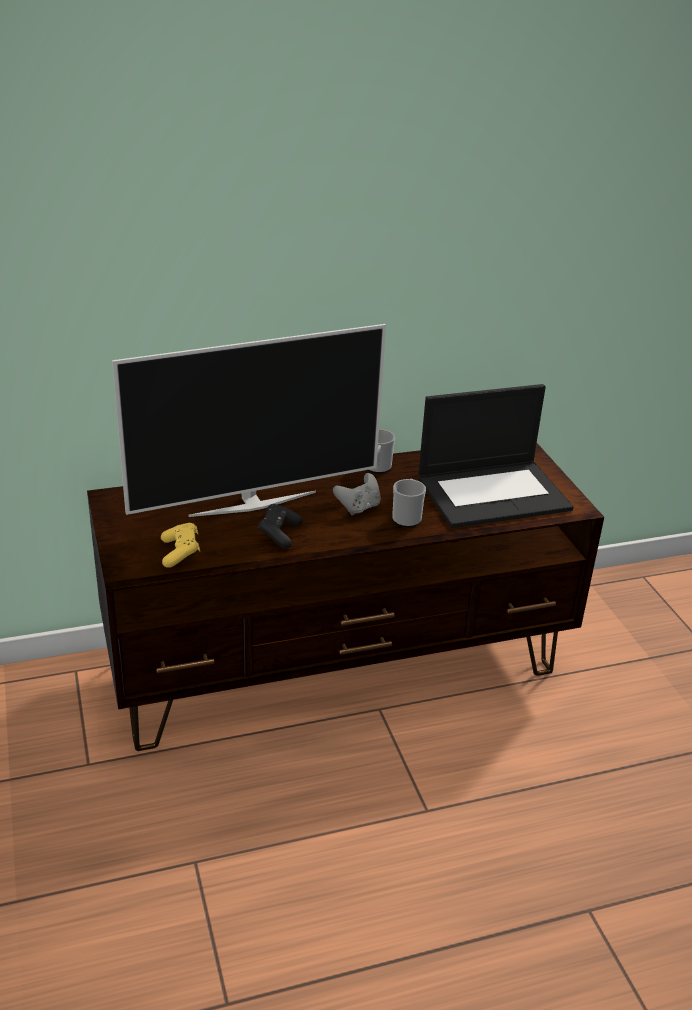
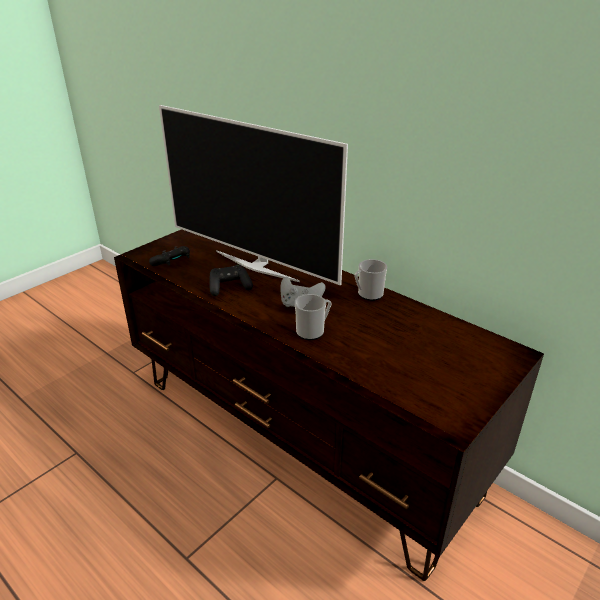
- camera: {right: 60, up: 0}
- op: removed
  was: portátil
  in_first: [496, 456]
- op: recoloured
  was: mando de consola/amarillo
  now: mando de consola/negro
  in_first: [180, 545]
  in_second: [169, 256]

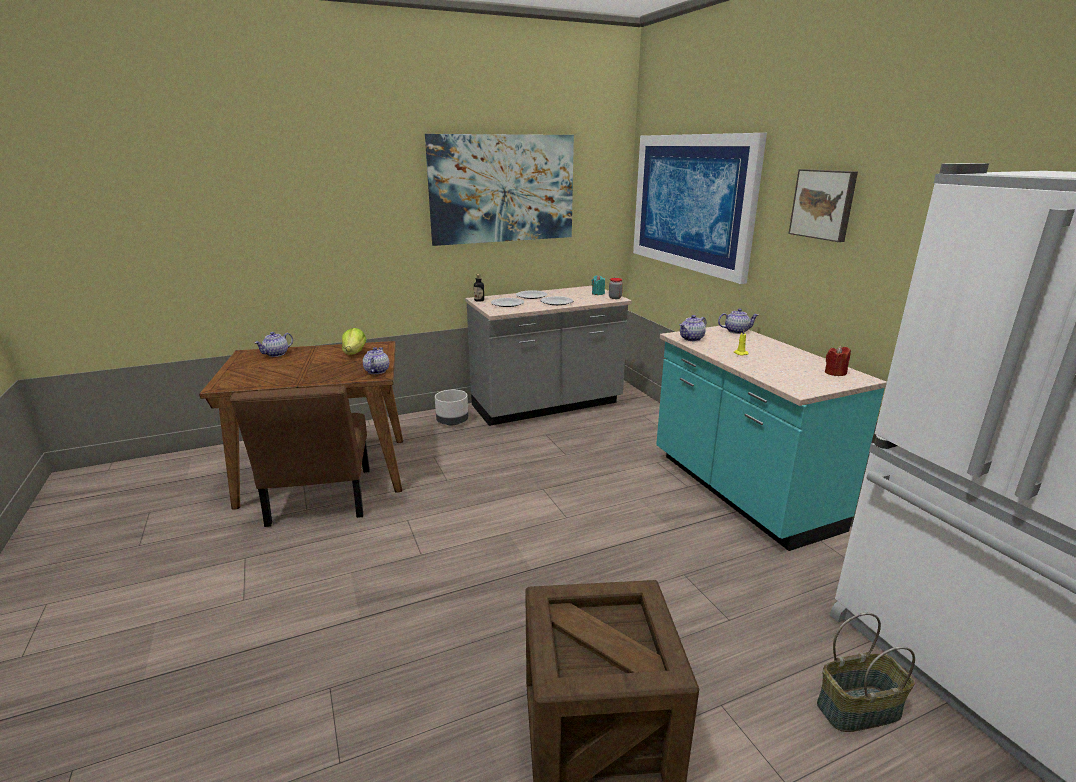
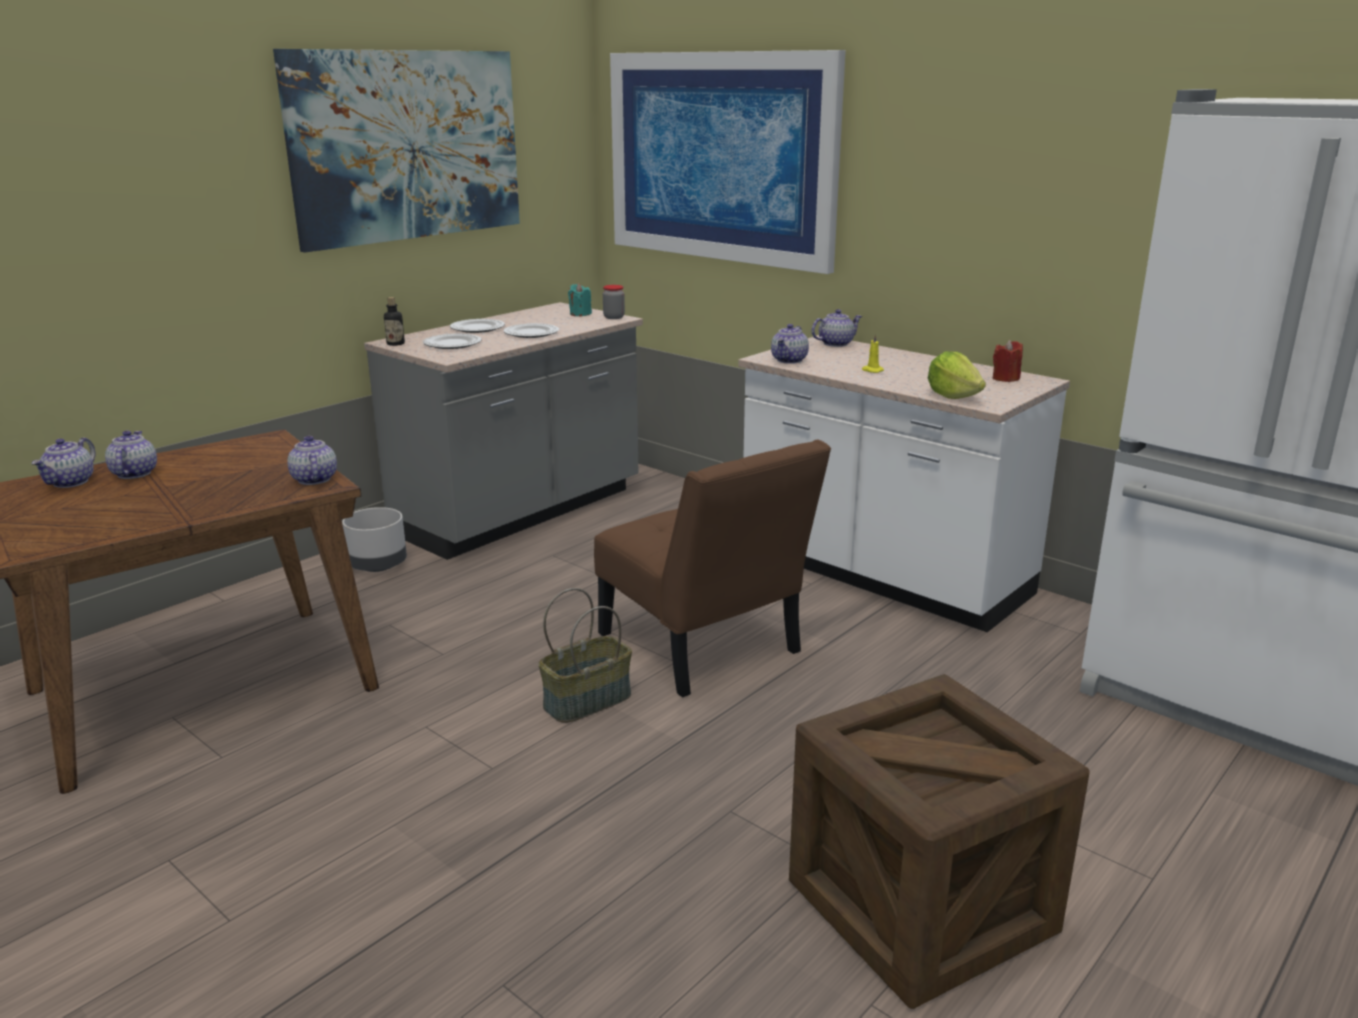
- camera: {right: -25, up: 0}
- op: removed
  was: cuadro
  in_first: [823, 205]
- op: recoloured
  was: mueble bajo de cocina/turquesa
  now: mueble bajo de cocina/blanco
  in_first: [771, 438]
  in_second: [904, 483]
- op: moved
  was: lechuga
  in_first: [354, 341]
  in_second: [957, 375]
- op: moved
  was: silla/marrón
  in_first: [300, 456]
  in_second: [712, 568]
- op: moved
  was: cesta
  in_first: [866, 672]
  in_second: [585, 655]
- op: added
  now: tetera
  in_second: [131, 455]

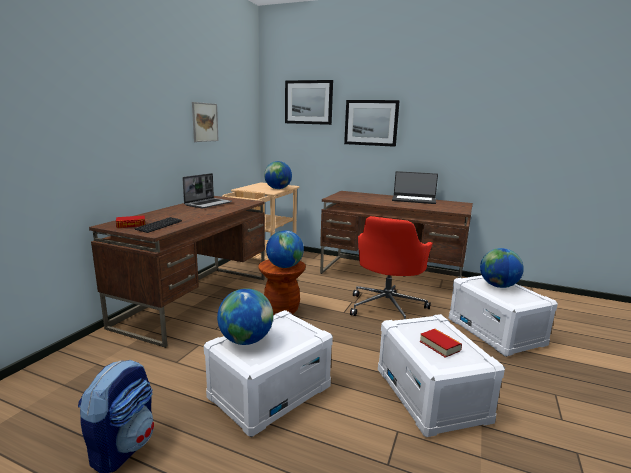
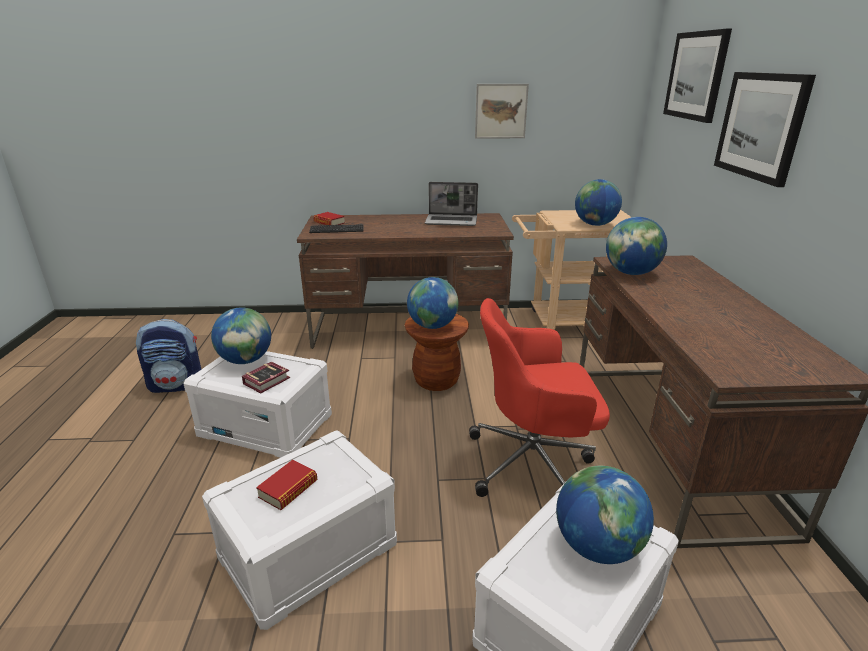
- camera: {right: 65, up: 10}
- op: removed
  was: portátil
  in_first: [415, 187]
- op: added
  now: globo terráqueo
  in_second: [636, 246]
- op: added
  now: libro
  in_second: [266, 377]

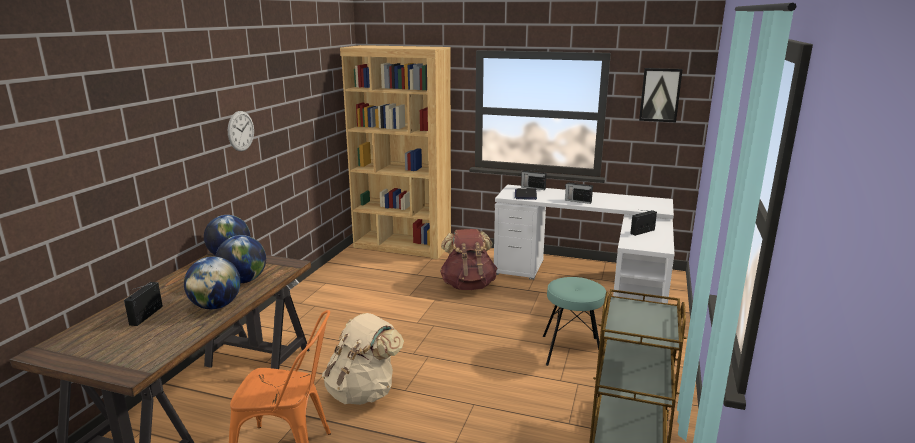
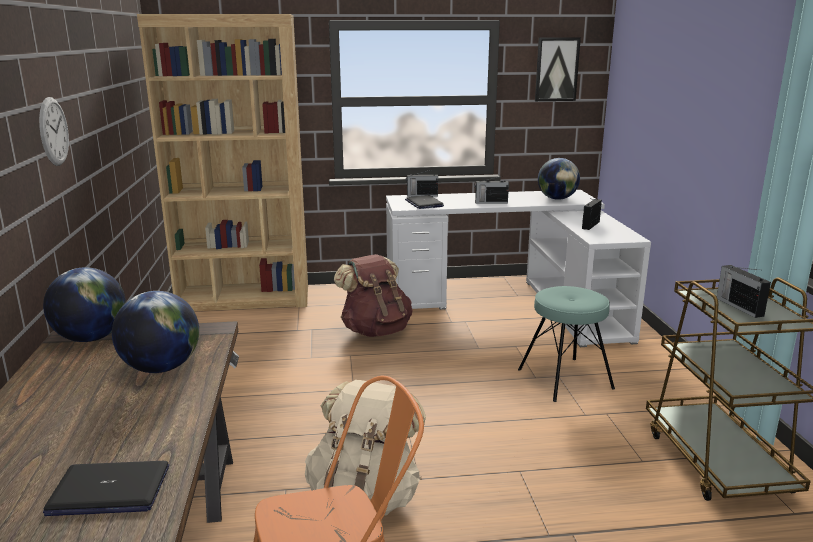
- camera: {right: -25, up: 0}
- op: moved
  was: globo terráqueo
  in_first: [212, 283]
  in_second: [559, 179]
- op: moved
  was: radio
  in_first: [143, 304]
  in_second: [744, 291]
- op: added
  now: portátil
  in_second: [106, 488]

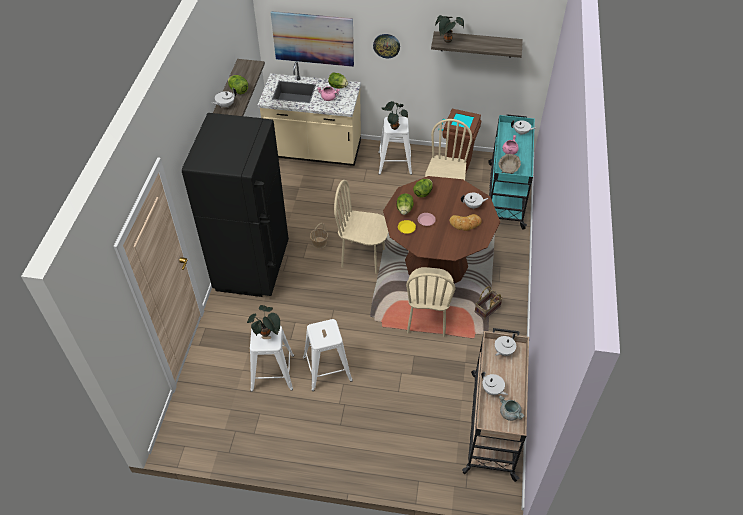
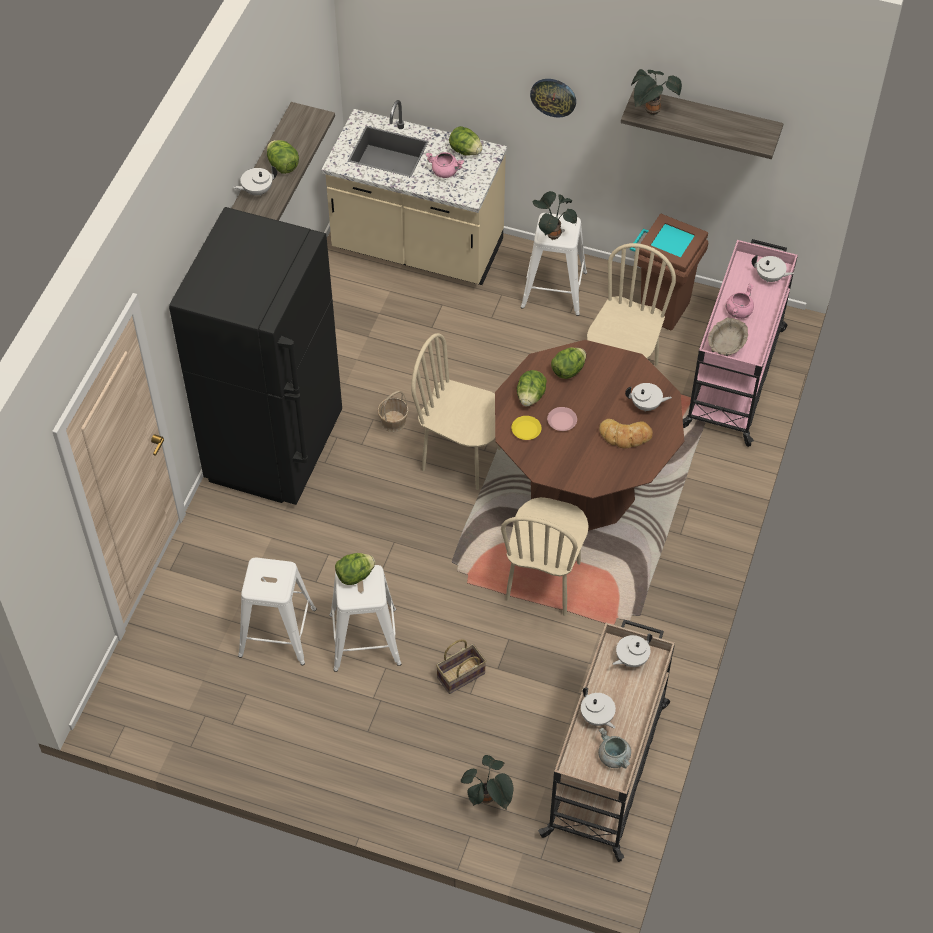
- camera: {right: 10, up: 5}
- op: removed
  was: cuadro
  in_first: [312, 39]
- op: recoloured
  was: carrito/turquesa
  now: carrito/rosa
  in_first: [511, 172]
  in_second: [740, 343]
- op: moved
  was: cesta
  in_first: [489, 303]
  in_second: [461, 666]
- op: moved
  was: planta en maceta
  in_first: [263, 321]
  in_second: [487, 782]
- op: added
  now: lechuga
  in_second: [355, 569]

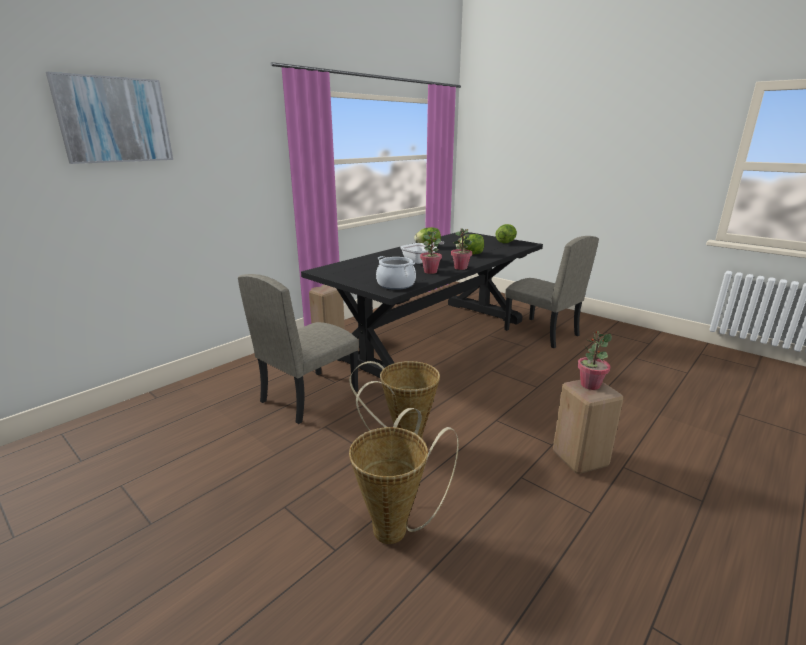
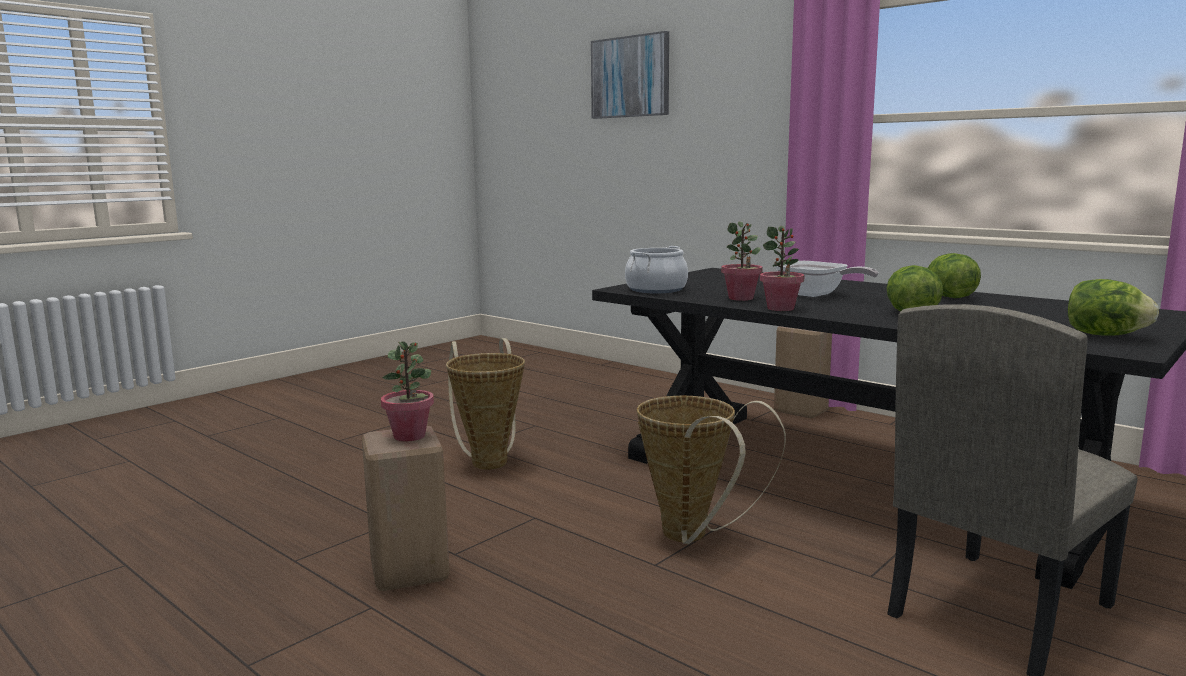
- camera: {right: 90, up: -10}
- op: removed
  was: silla/beis
  in_first: [298, 349]
- op: moved
  was: cesta
  in_first: [404, 476]
  in_second: [711, 470]

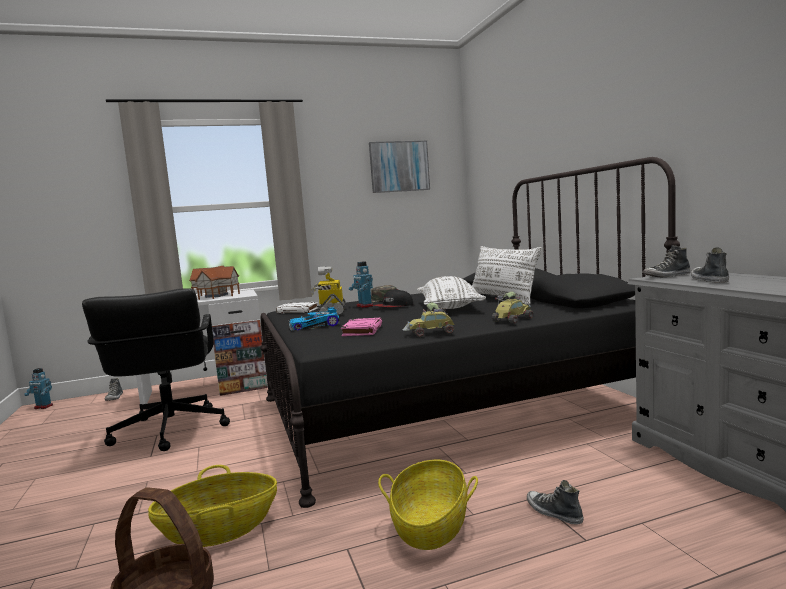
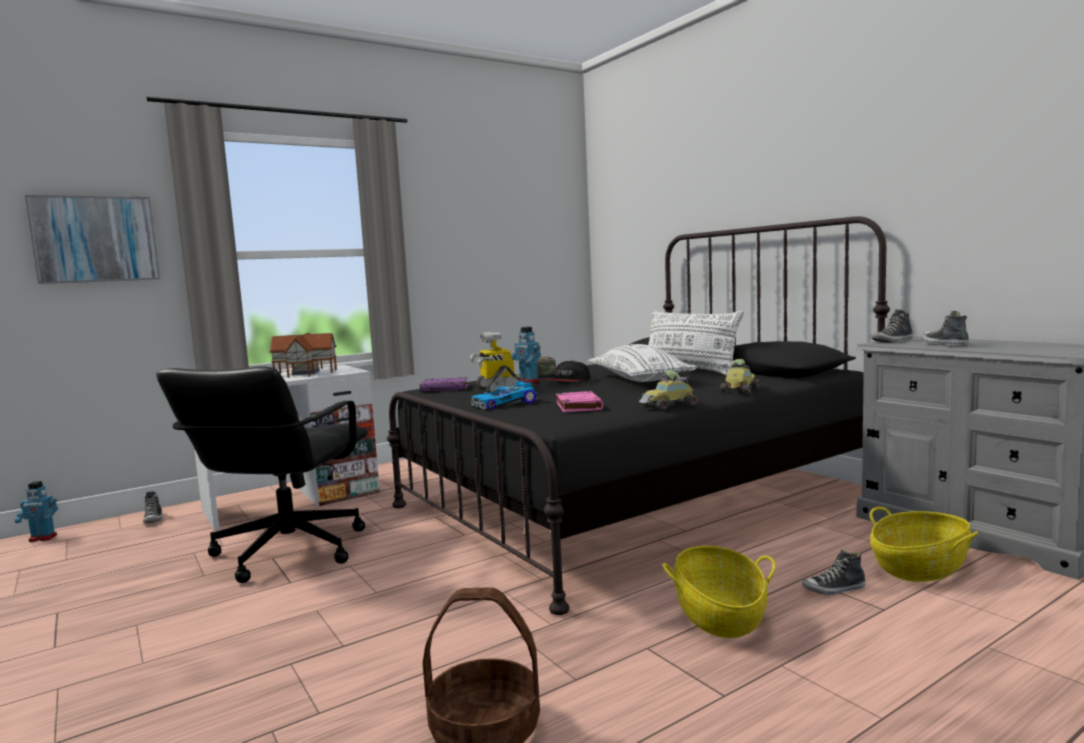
- camera: {right: -15, up: 0}
- op: moved
  was: cuadro
  in_first: [399, 167]
  in_second: [92, 239]
- op: turned
  was: silla de oficina/negro
  in_first: [156, 369]
  in_second: [262, 474]
  clockwise: 45
- op: recoloured
  was: libro/blanco
  now: libro/morado
  in_first: [297, 307]
  in_second: [444, 384]
- op: moved
  was: cesta
  in_first: [212, 506]
  in_second: [924, 544]
- op: turned
  was: zapato
  in_first: [555, 502]
  in_second: [834, 572]
  clockwise: -45

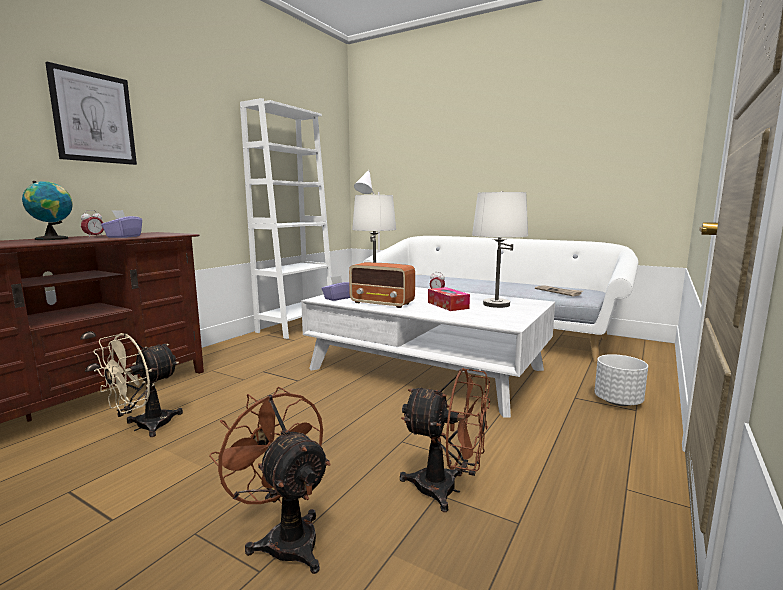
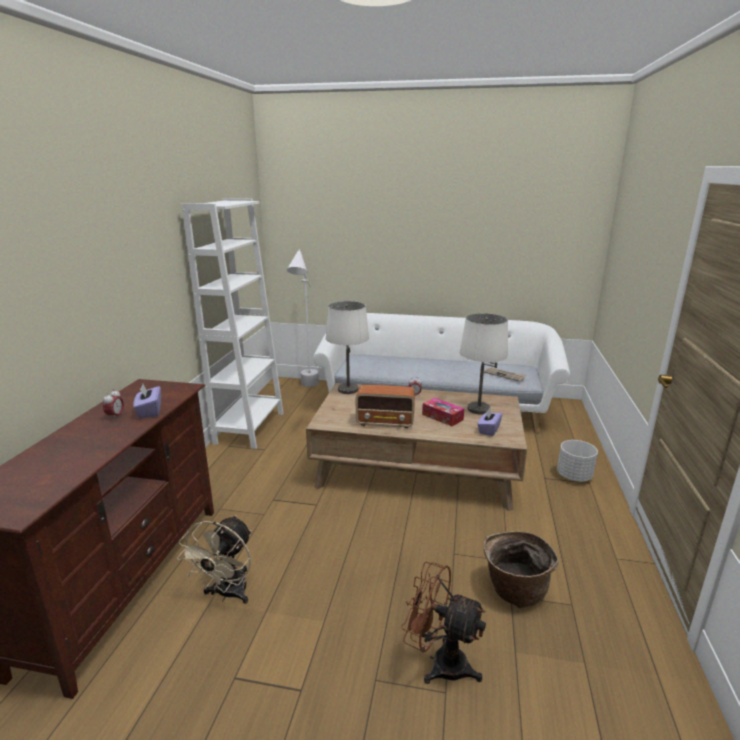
- camera: {right: -20, up: 10}
- op: removed
  was: cuadro
  in_first: [91, 113]
- op: removed
  was: globo terráqueo
  in_first: [47, 210]
- op: moved
  was: caja de pañuelos/morado
  in_first: [336, 288]
  in_second: [489, 422]
- op: recoloured
  was: mesa de centro/blanco
  now: mesa de centro/marrón
  in_first: [428, 352]
  in_second: [416, 447]
- op: replaced
  was: ventilador/marrón
  now: cesta
  in_first: [445, 440]
  in_second: [521, 569]

